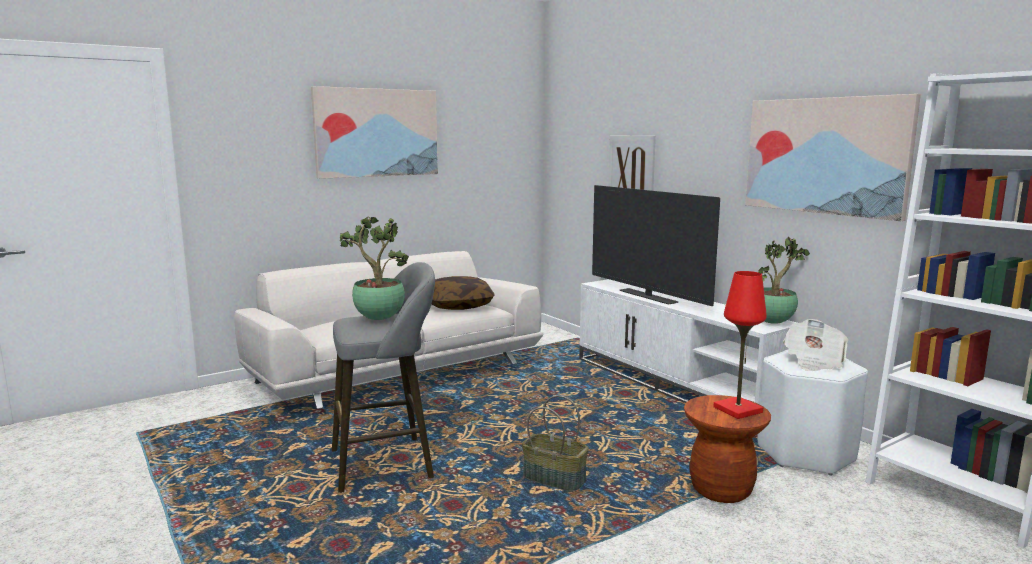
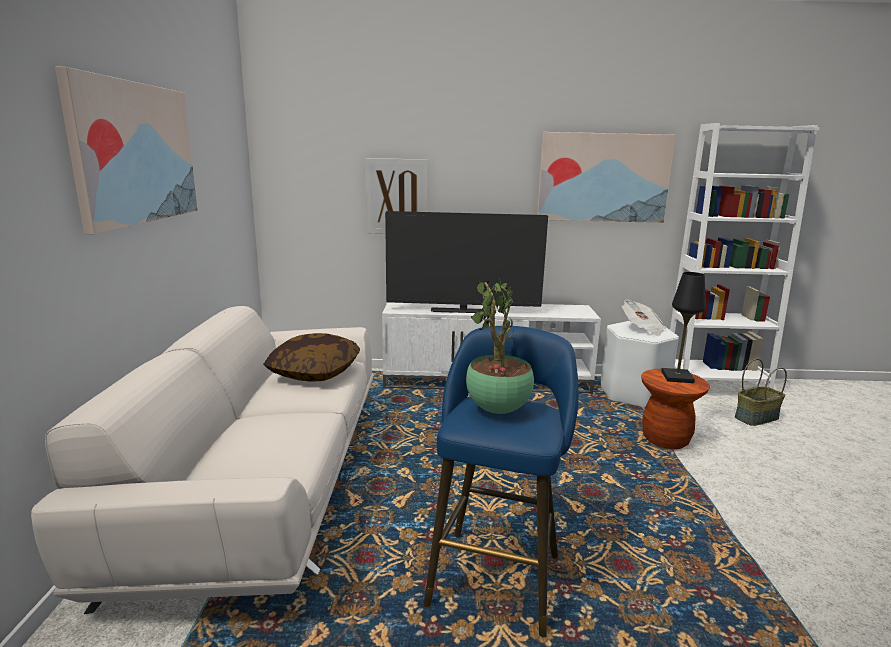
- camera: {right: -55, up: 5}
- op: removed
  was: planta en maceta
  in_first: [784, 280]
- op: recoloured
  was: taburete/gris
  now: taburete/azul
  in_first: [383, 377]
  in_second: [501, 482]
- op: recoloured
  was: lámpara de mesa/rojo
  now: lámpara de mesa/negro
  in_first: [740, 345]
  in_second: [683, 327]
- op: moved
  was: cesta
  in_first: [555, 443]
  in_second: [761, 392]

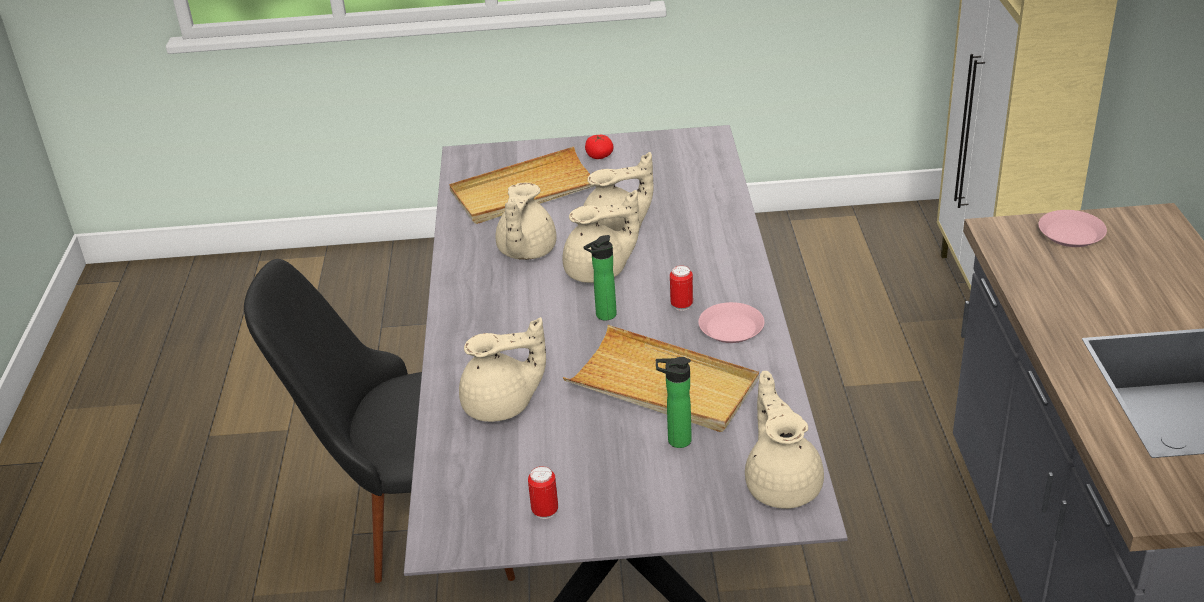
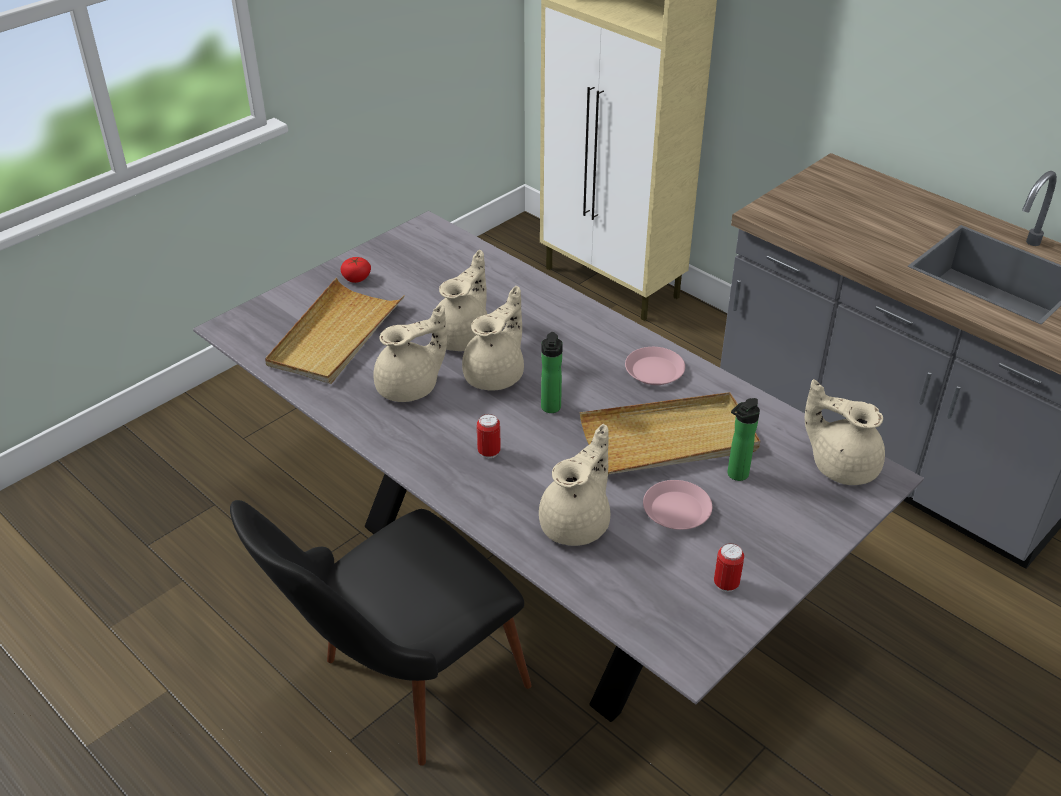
- camera: {right: -45, up: 5}
- op: turned
  was: tetera/beis
  in_first: [526, 221]
  in_second: [410, 353]
  clockwise: -90
- op: moved
  was: plato/rosa
  in_first: [1072, 228]
  in_second: [677, 505]
- op: moved
  was: lata
  in_first: [681, 288]
  in_second: [489, 436]

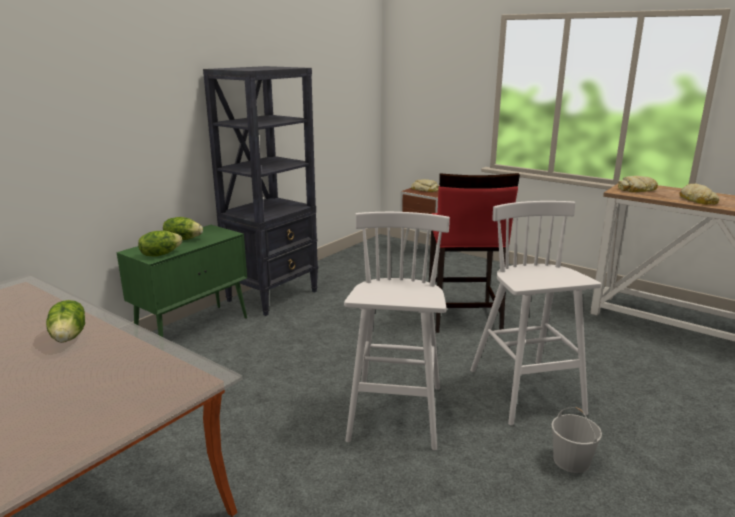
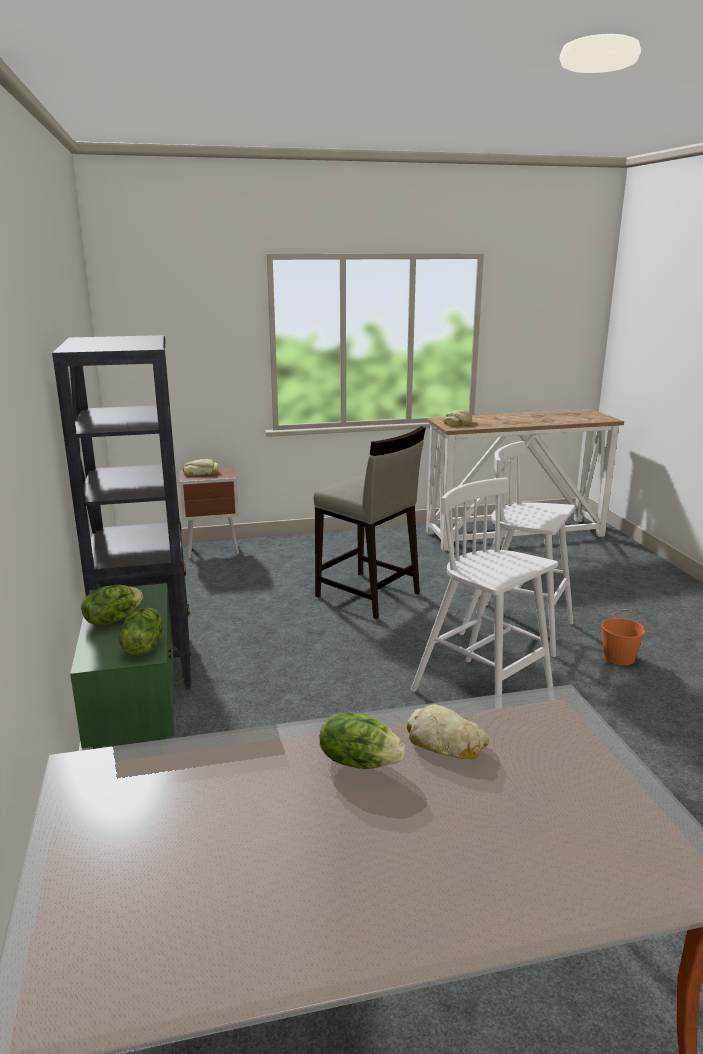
- camera: {right: -50, up: 0}
- op: recoloured
  was: taburete/rojo
  now: taburete/beis
  in_first: [474, 253]
  in_second: [370, 522]
- op: moved
  was: pan
  in_first: [699, 194]
  in_second: [448, 731]
- op: recoloured
  was: cubo/blanco
  now: cubo/naranja
  in_first: [576, 440]
  in_second: [623, 637]

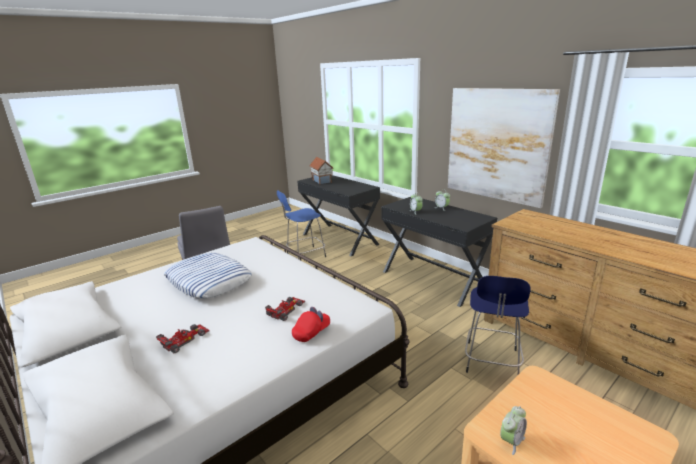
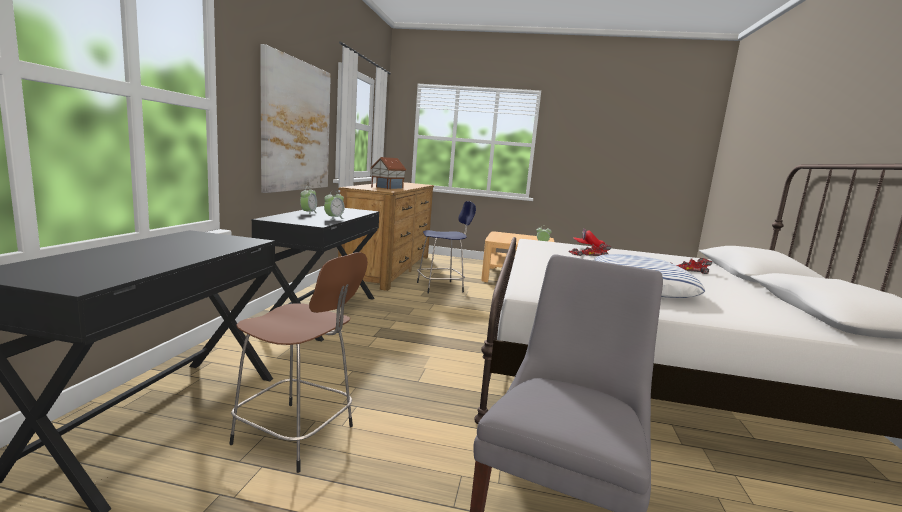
- camera: {right: -130, up: -10}
- op: moved
  was: casita
  in_first: [321, 170]
  in_second: [388, 173]
- op: recoloured
  was: taburete/azul
  now: taburete/marrón
  in_first: [301, 224]
  in_second: [298, 362]

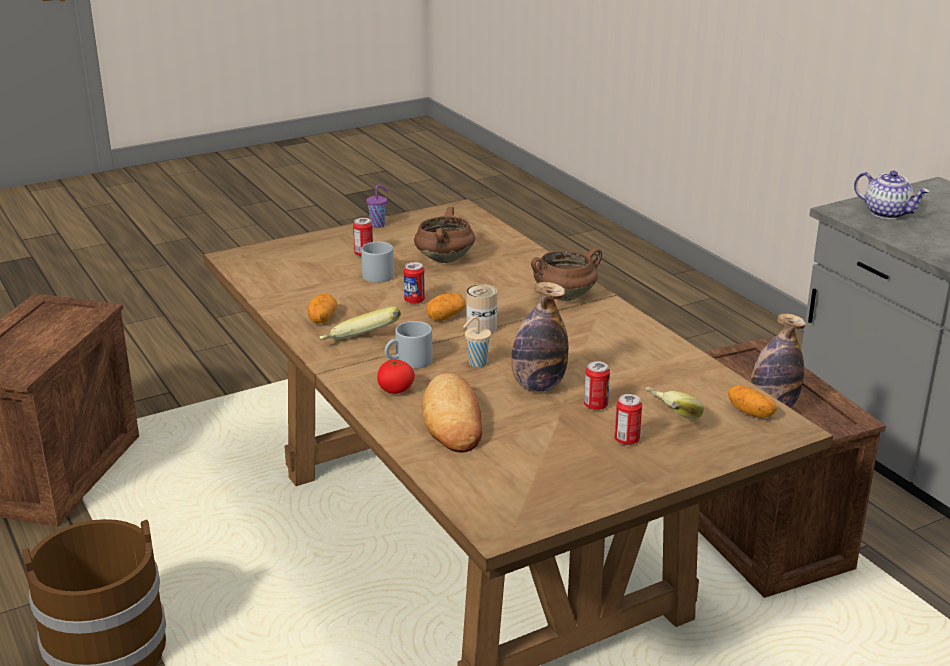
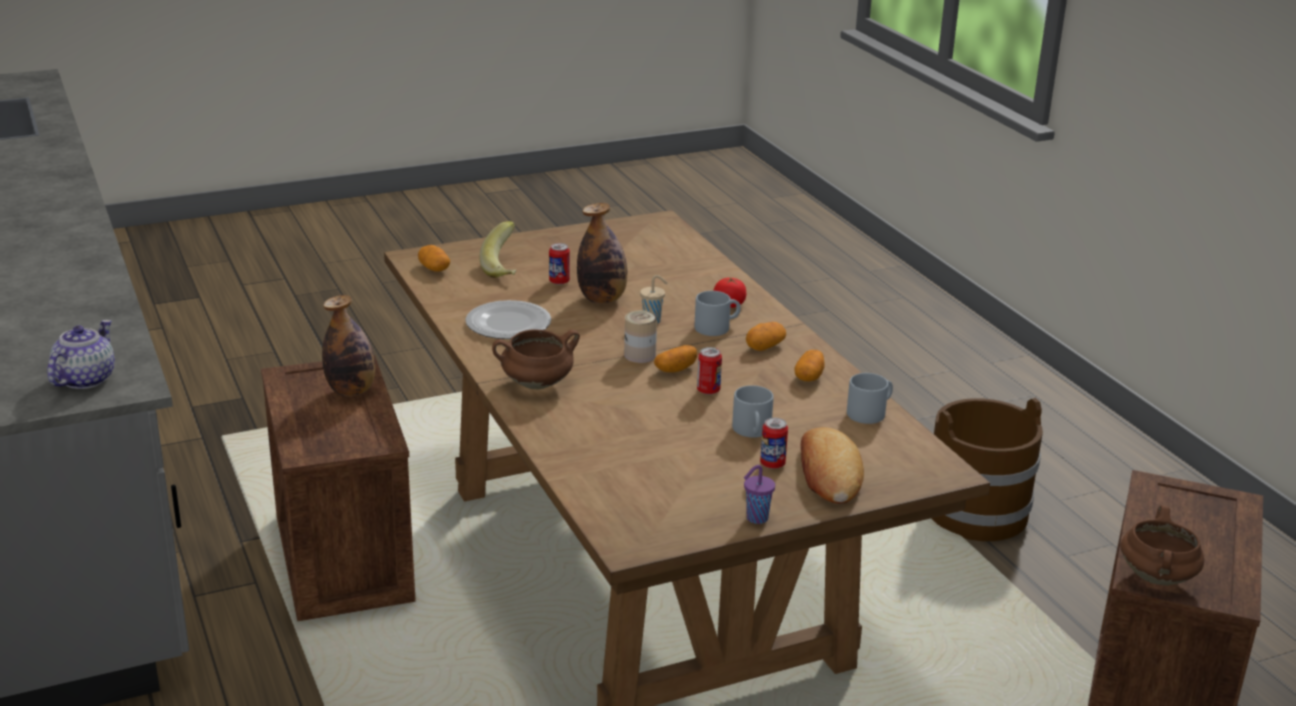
- camera: {right: -175, up: 0}
- op: turned
  was: tetera
  in_first: [892, 195]
  in_second: [81, 354]
  clockwise: 60
- op: moved
  was: olla/marrón
  in_first: [444, 235]
  in_second: [1162, 545]
- op: replaced
  was: plátano
  now: patata
  in_first: [360, 323]
  in_second: [766, 336]
- op: moved
  was: pan
  in_first: [452, 413]
  in_second: [832, 465]
- op: removed
  was: lata
  in_first: [628, 419]
- op: added
  now: plato
  in_second: [508, 319]
- op: added
  now: taza grande/gris
  in_second: [870, 398]

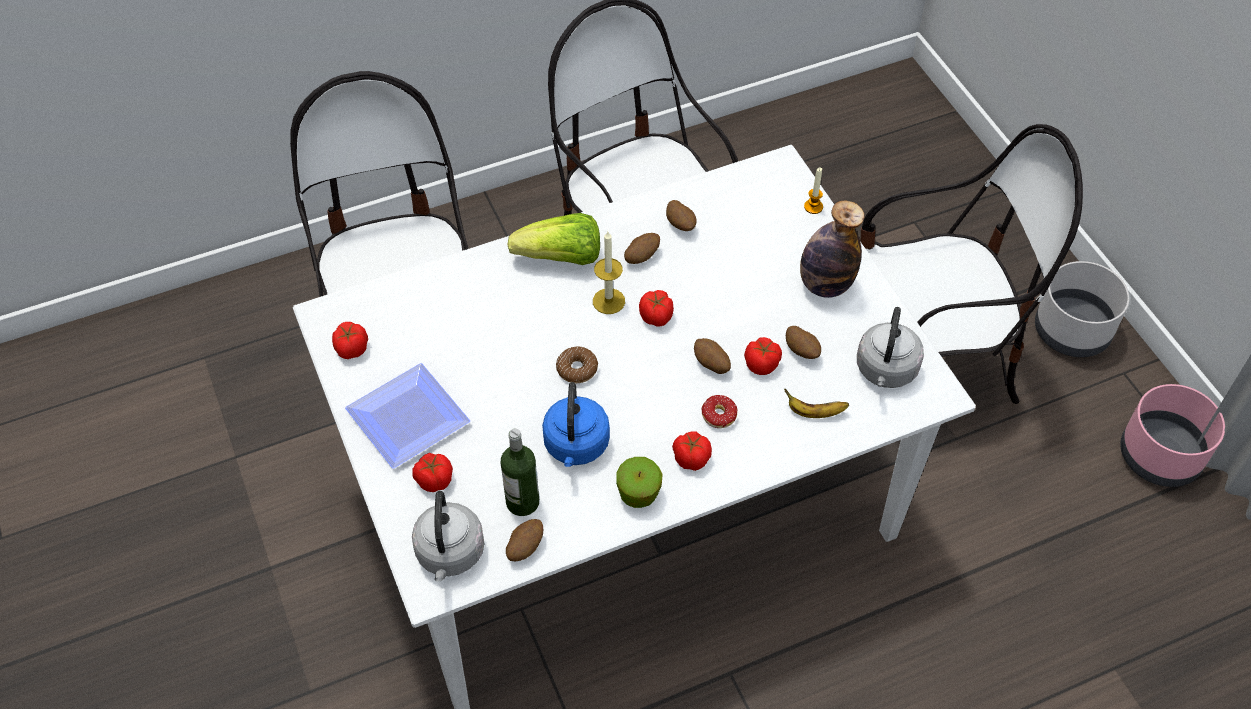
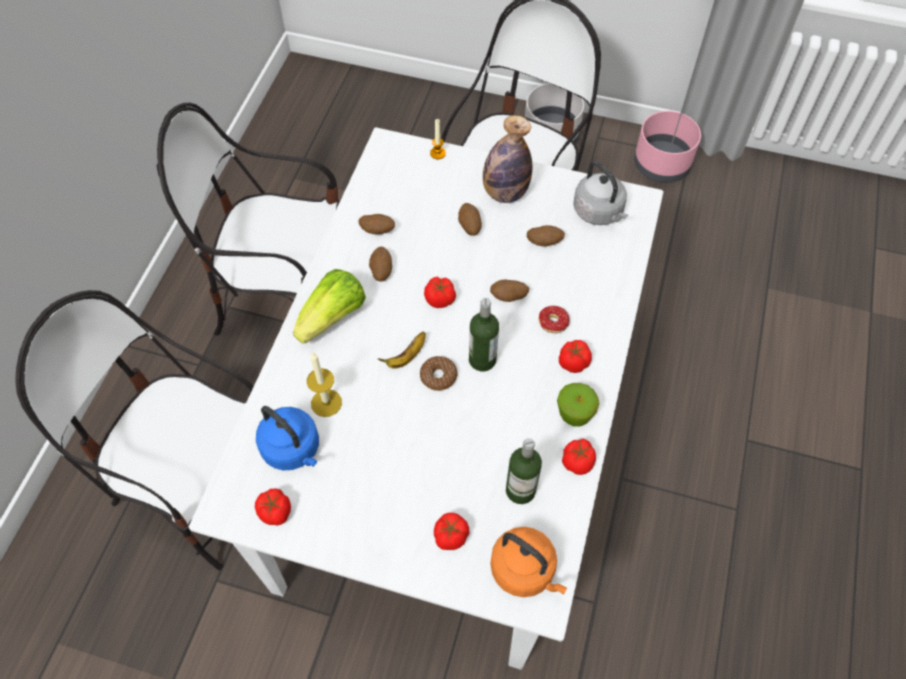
- camera: {right: -50, up: 5}
- op: moved
  was: vela
  in_first: [609, 272]
  in_second: [324, 385]
- op: moved
  was: tomate
  in_first: [763, 356]
  in_second: [579, 457]
- op: removed
  was: plato
  in_first: [407, 416]
- op: moved
  was: hervidor/azul
  in_first: [576, 424]
  in_second: [287, 438]
- op: moved
  was: plátano
  in_first: [816, 403]
  in_second: [402, 350]
- op: recoloured
  was: hervidor/gris
  now: hervidor/naranja
  in_first: [448, 536]
  in_second: [528, 562]
- op: moved
  was: patata
  in_first: [524, 540]
  in_second: [470, 219]
- op: added
  now: botella
  in_second: [484, 334]

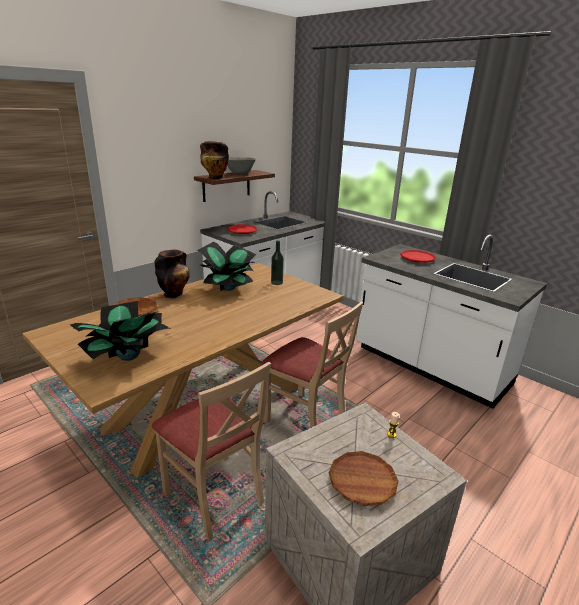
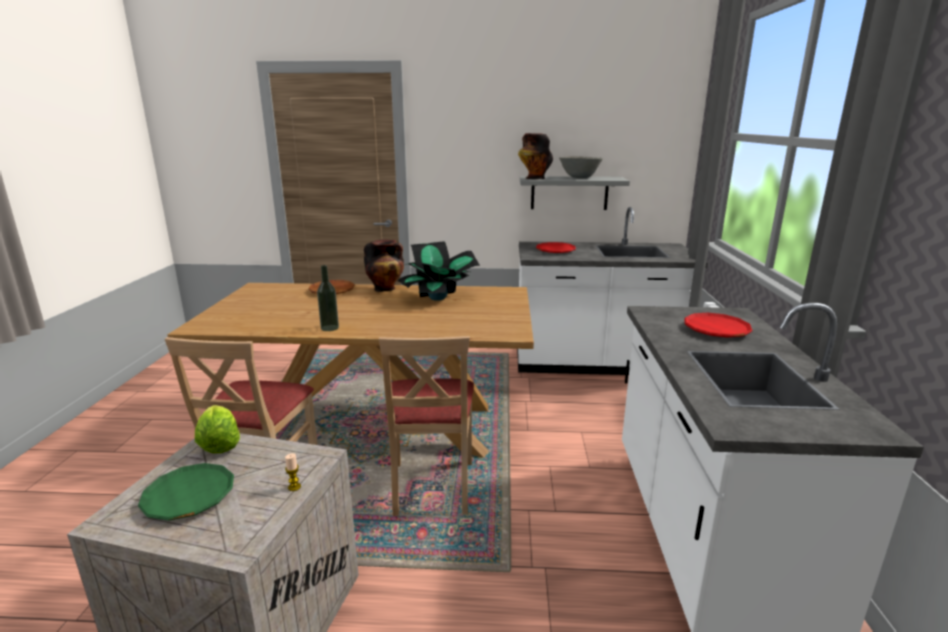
- camera: {right: 50, up: -5}
- op: recoloured
  was: estante/marrón
  now: estante/gris
  in_first: [234, 186]
  in_second: [575, 193]
- op: moved
  was: botella
  in_first: [277, 263]
  in_second: [328, 298]
- op: removed
  was: planta en maceta
  in_first: [120, 331]
- op: recoloured
  was: plato/marrón
  now: plato/verde
  in_first: [363, 478]
  in_second: [186, 492]
- op: added
  now: lechuga
  in_second: [217, 429]

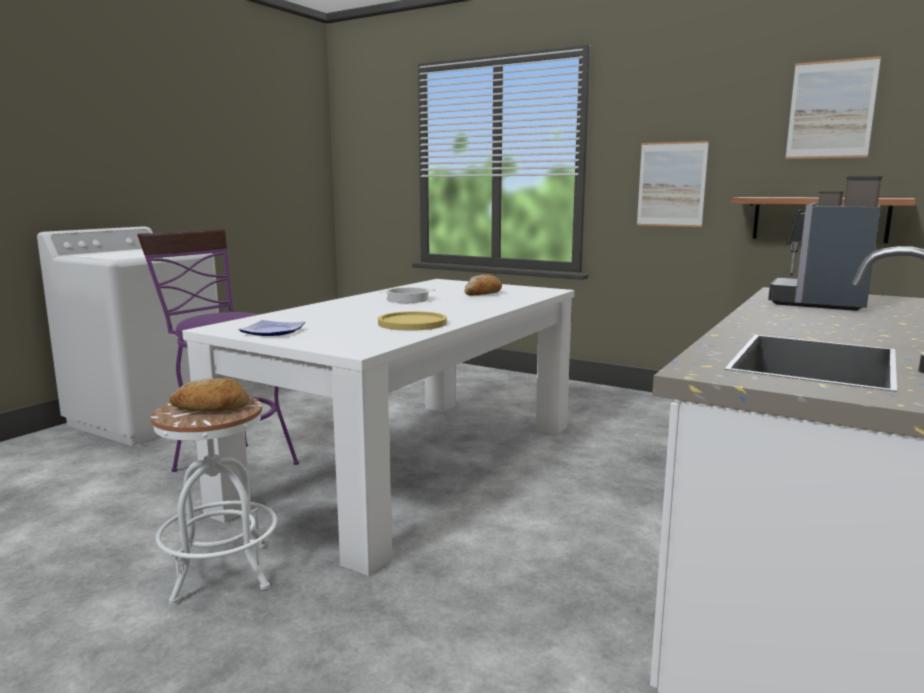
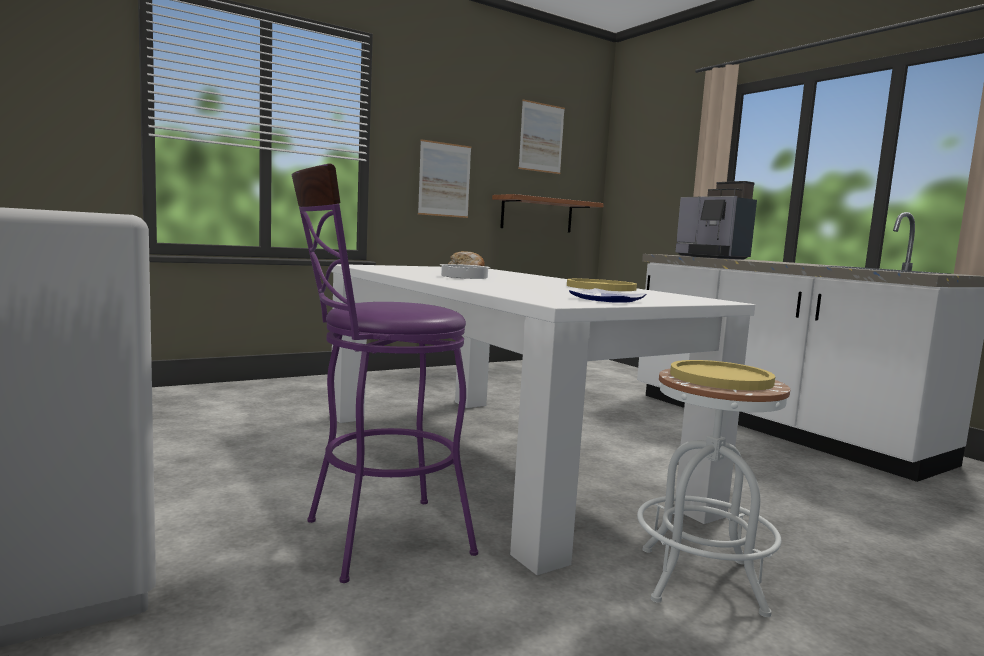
- camera: {right: -65, up: -5}
- op: replaced
  was: pan
  now: plato/amarillo
  in_first: [209, 394]
  in_second: [722, 375]

